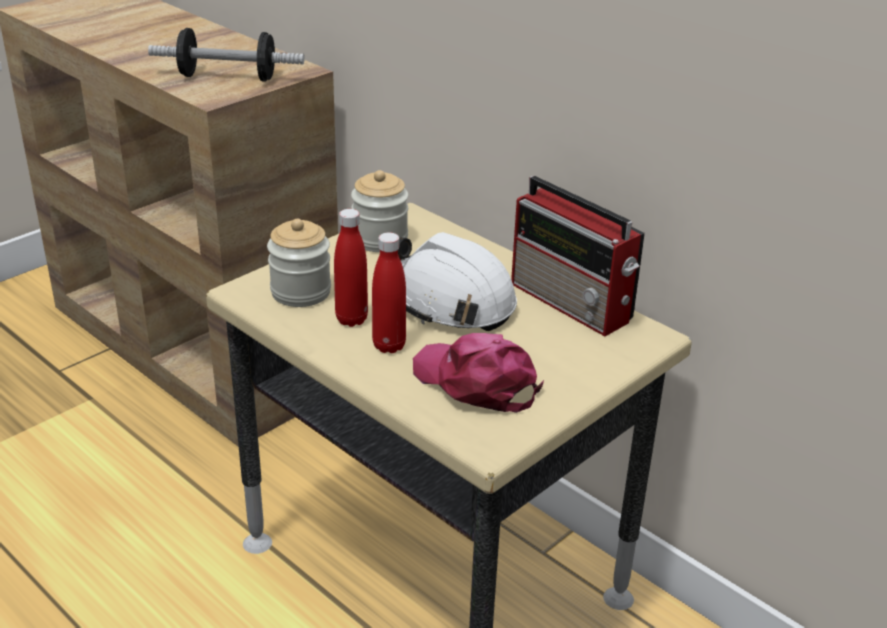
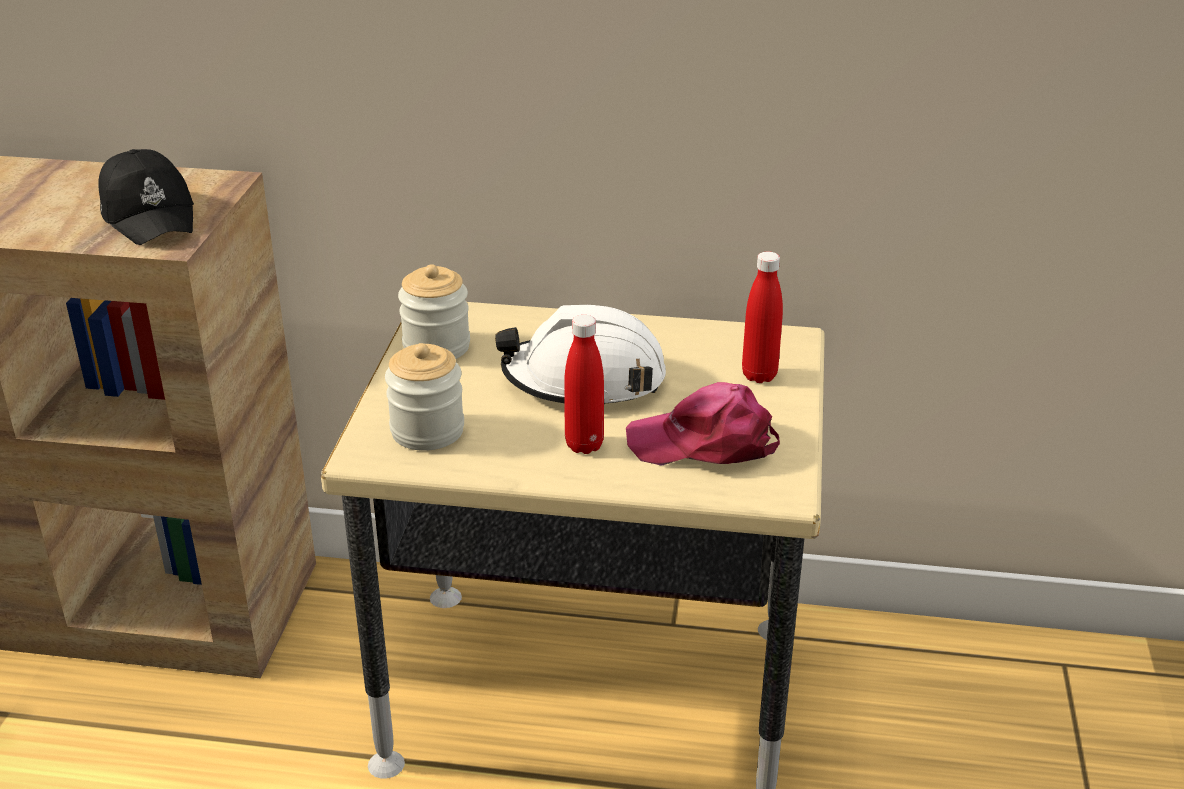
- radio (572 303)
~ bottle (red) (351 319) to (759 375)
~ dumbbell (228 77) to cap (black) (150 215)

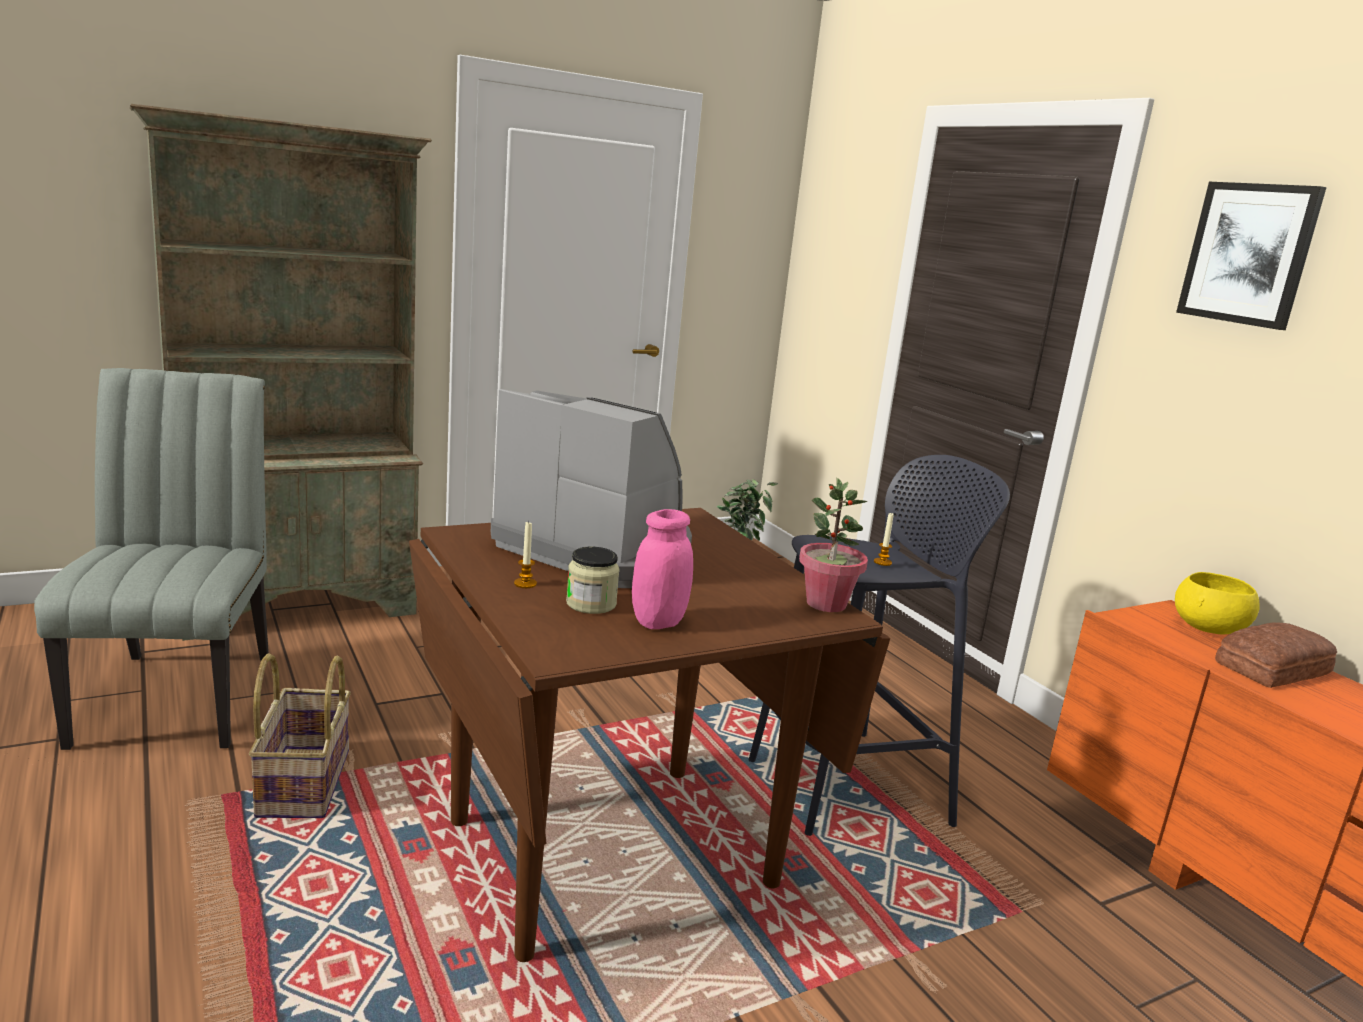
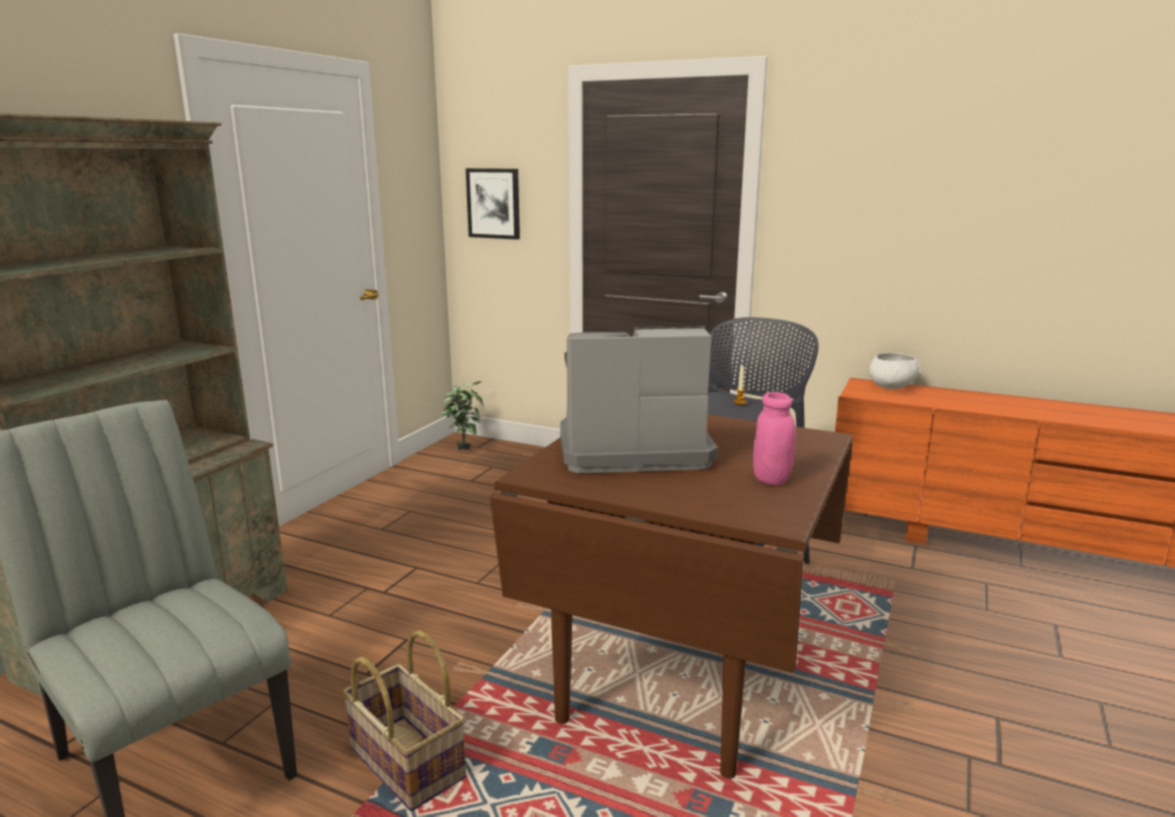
- candle (525 584)
- jar (591 604)
- potted plant (826 604)
- bread (1275 669)
~ picture (1249 254) to (494 203)
~ bowl (yellow) (1208 630) to bowl (white) (892 387)

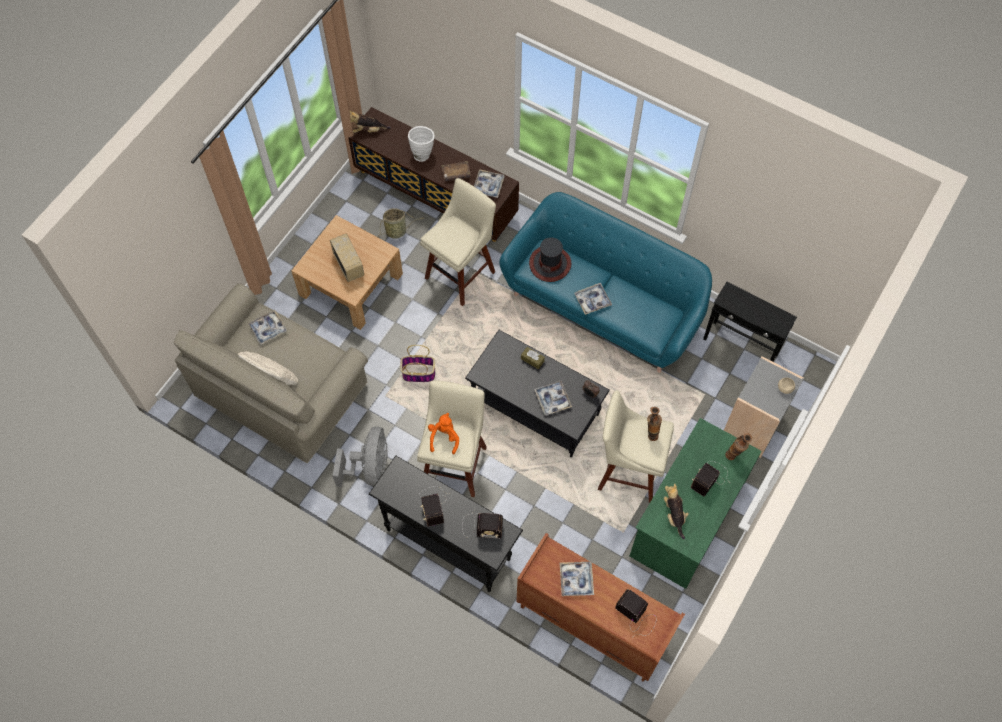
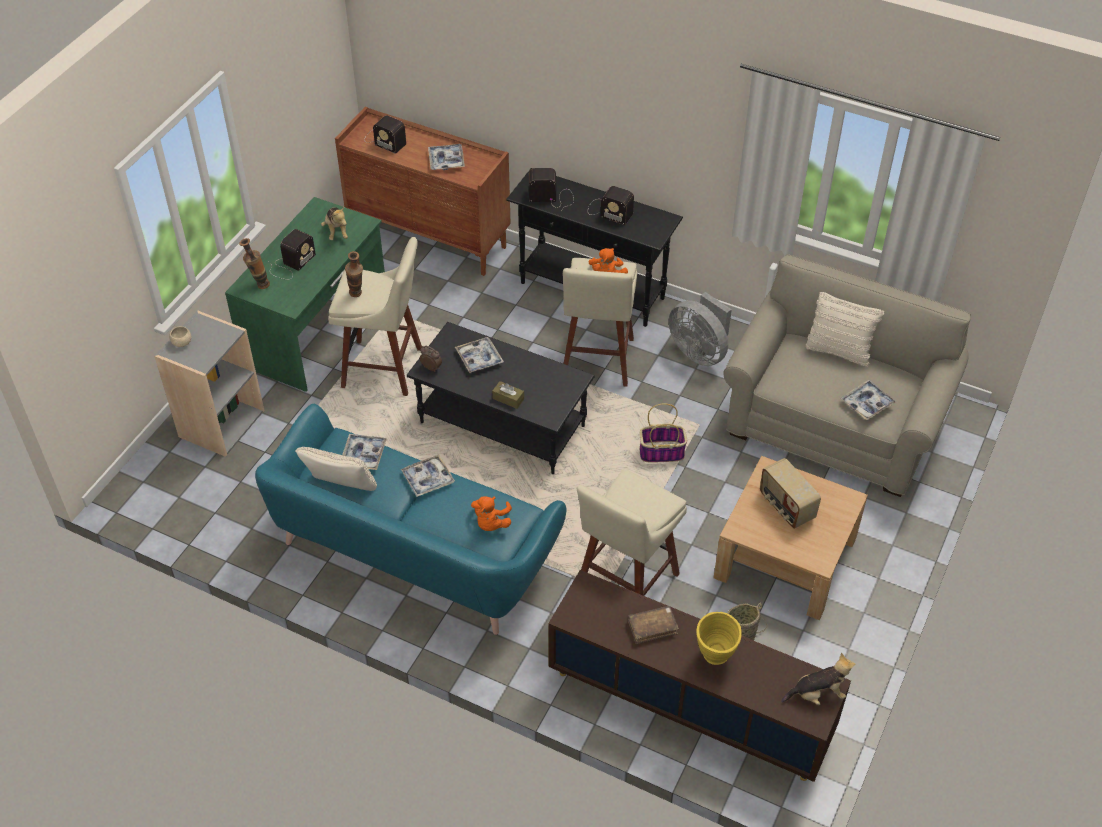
- side table (black) (740 347)
+ pillow (beige) (340 489)
~ tray (488 186) to (363 455)
~ hat (550 263) to plush toy (orange) (491 523)
~ vase (white) (422 153) to vase (yellow) (715 659)
~ fan (grey) (369 467) = (699 351) 45 degrees counterclockwise
~ radio (433 504) = (608 211) 135 degrees clockwise

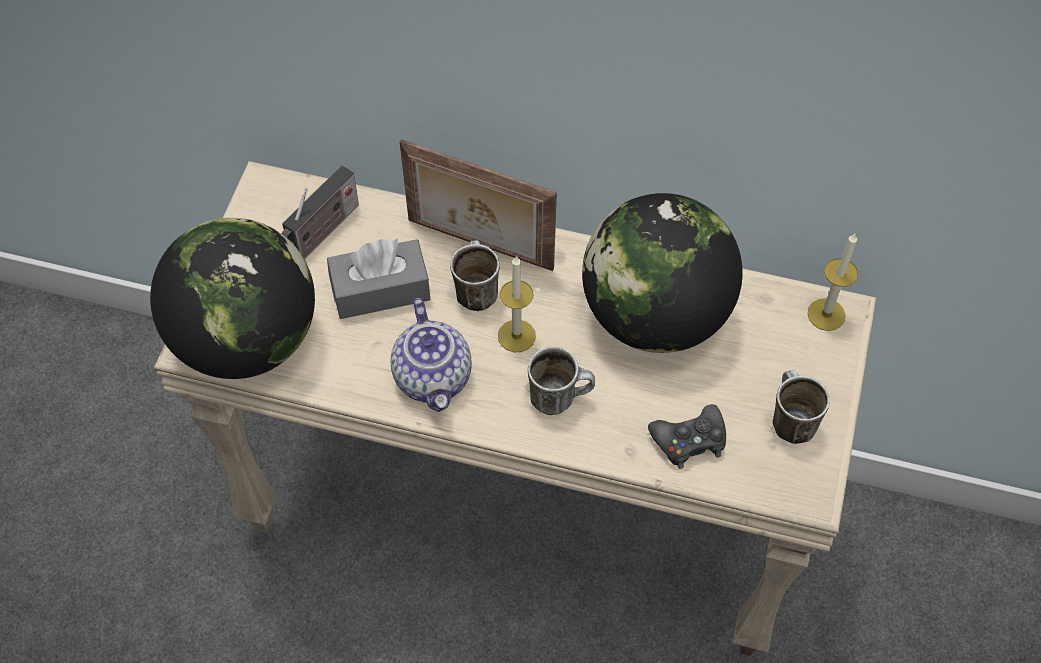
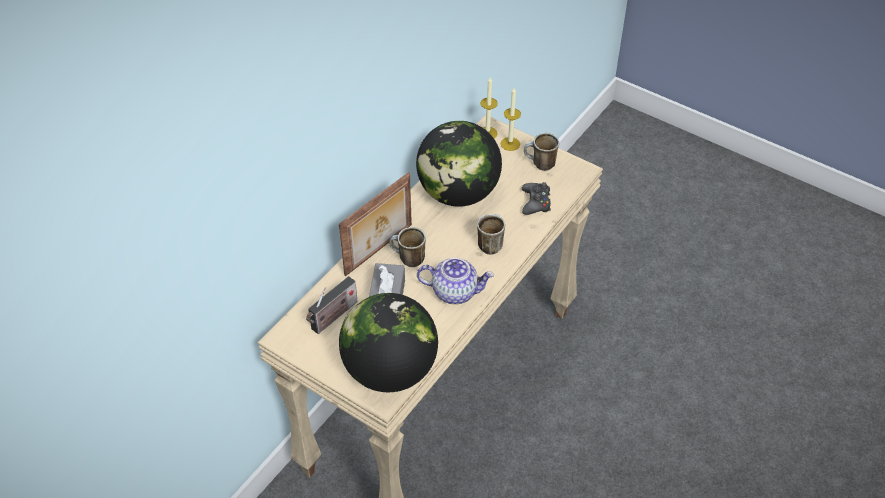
~ candle (516 336) to (510 144)
~ radio (322 233) = (333 317) 75 degrees clockwise

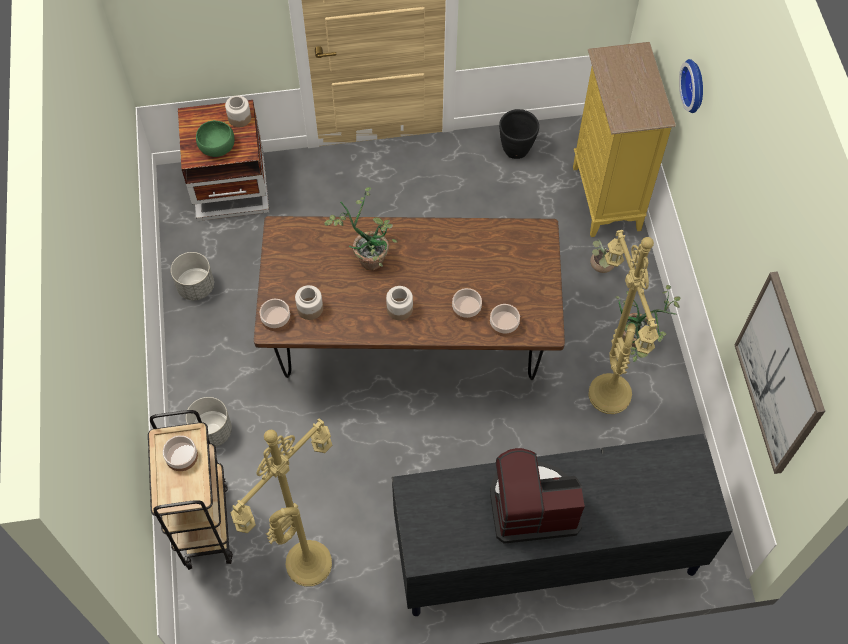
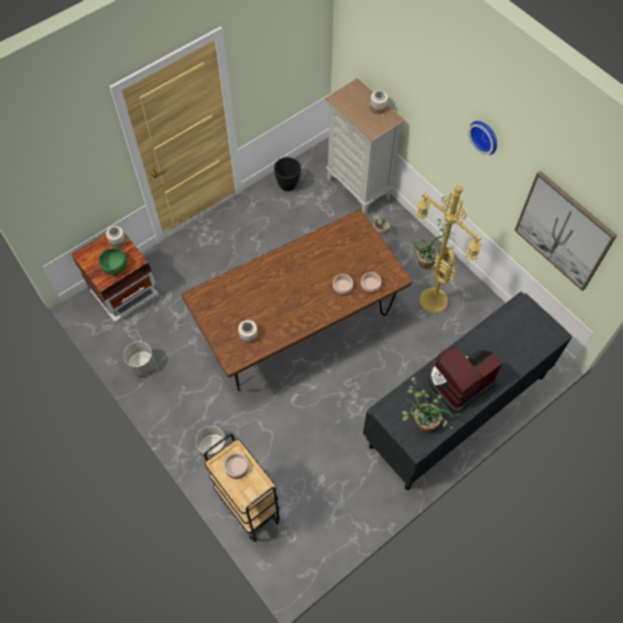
- floor lamp (yellow) (308 560)
- bowl (276 318)
~ potted plant (369 255) to (420 420)
~ jar (399 309) to (378 108)
~ wall clock (696 85) to (485 136)
~ dresser (yellow) (605 200) to dresser (white) (358 190)

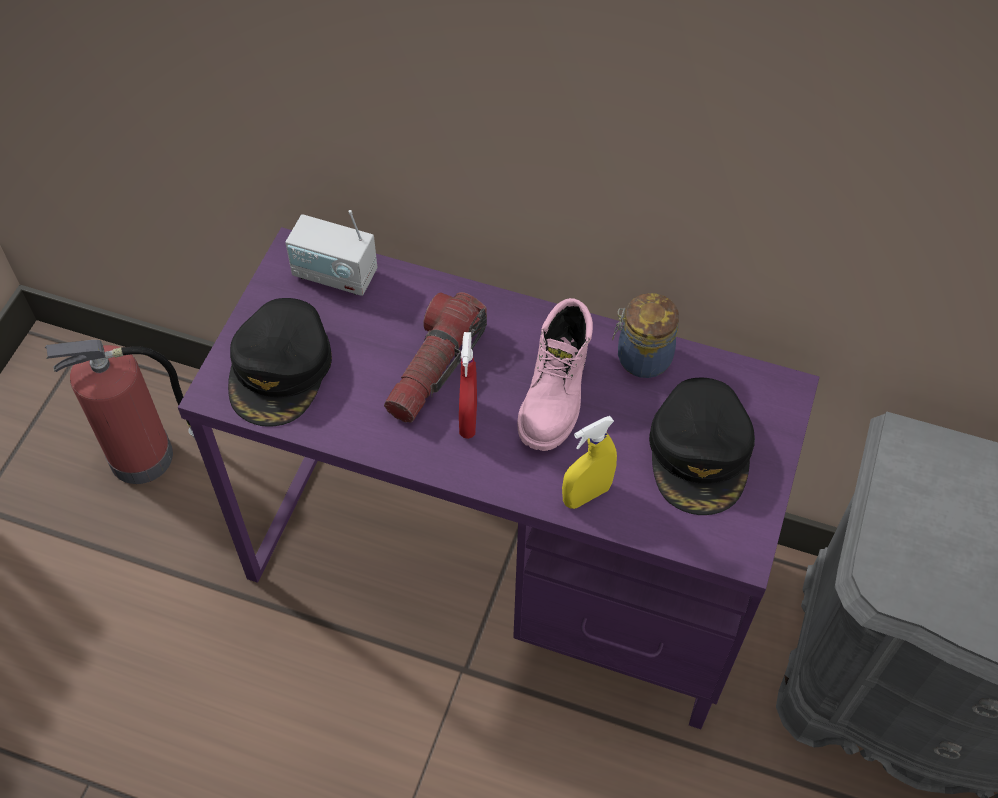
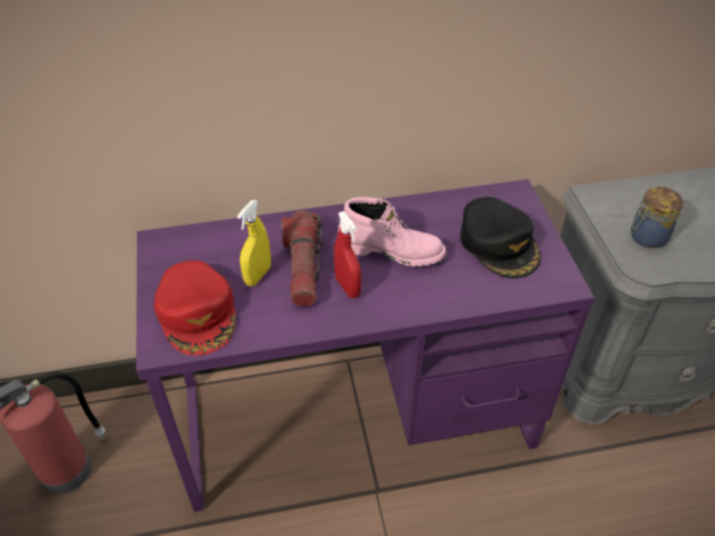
- radio (335 275)
~ spray bottle (yellow) (586 495) to (258 275)
~ jar (641 358) to (646 237)
~ cap (black) (281 370) to cap (red) (198 313)
~ boot (pink) (556 395) = (391 250) 60 degrees counterclockwise

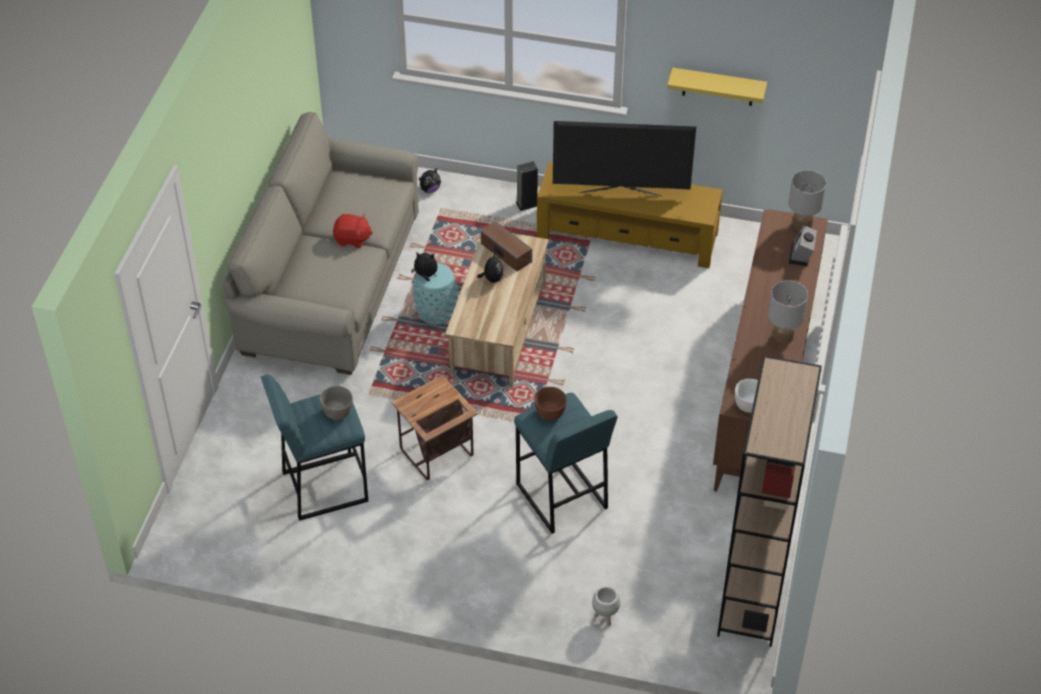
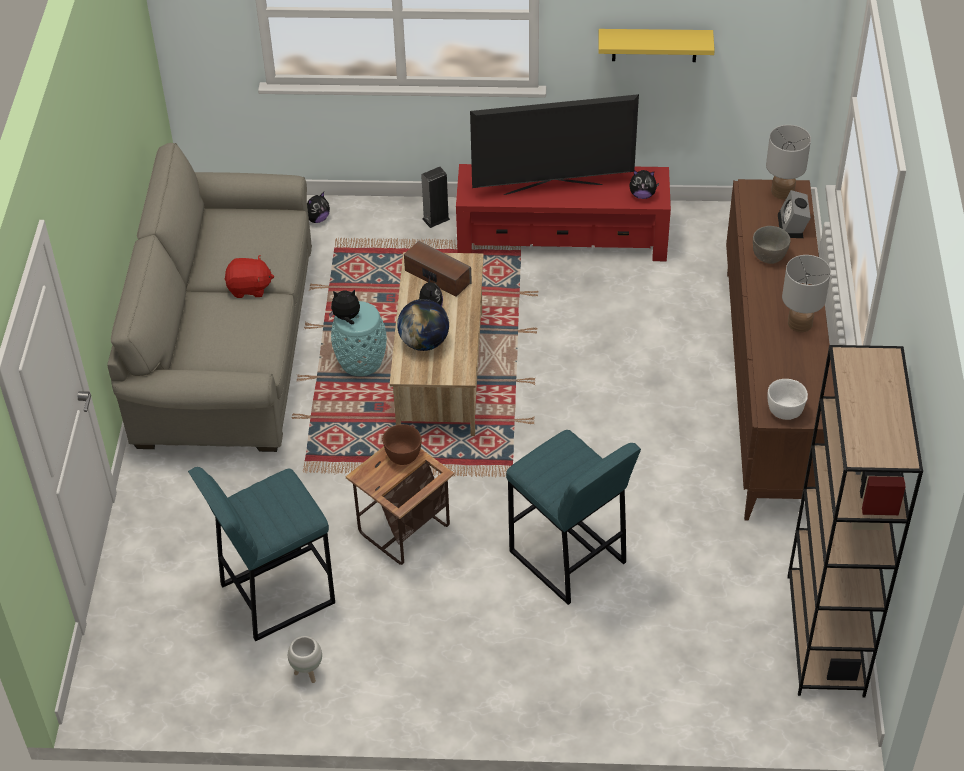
+ globe (424 342)
+ plush toy (642 195)
~ bowl (grey) (338 412) to (769 256)
~ bowl (brown) (550 413) to (403 456)
~ planter (white) (605 617) to (307 673)
~ tv stand (yellow) (628 235) to tv stand (red) (563 237)

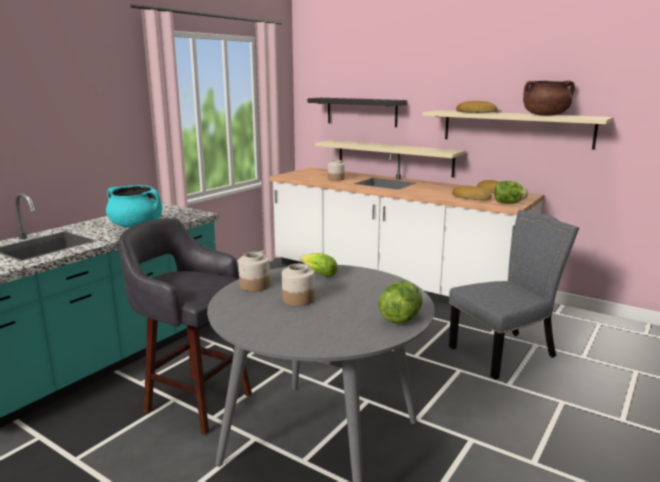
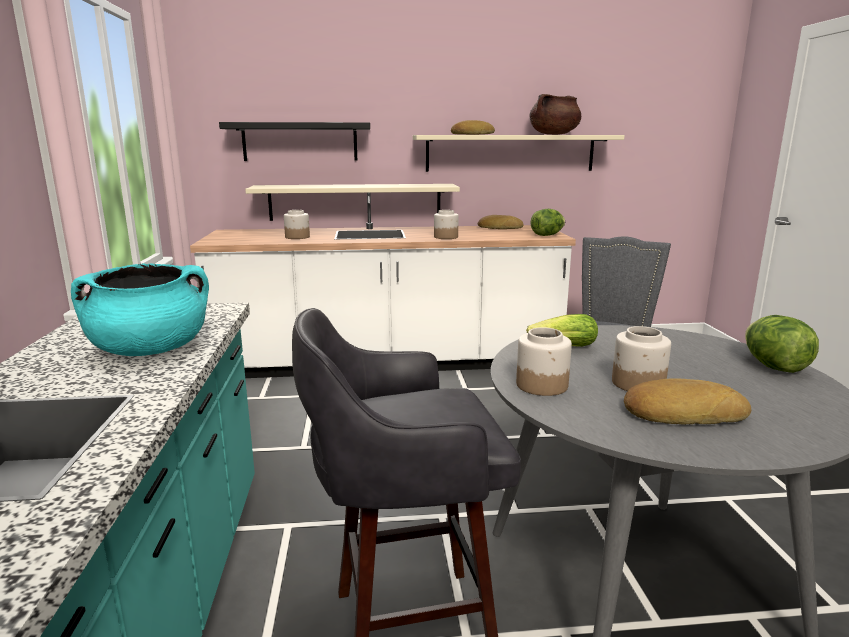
+ jar (445 237)
~ bread (471 197) to (682 412)

